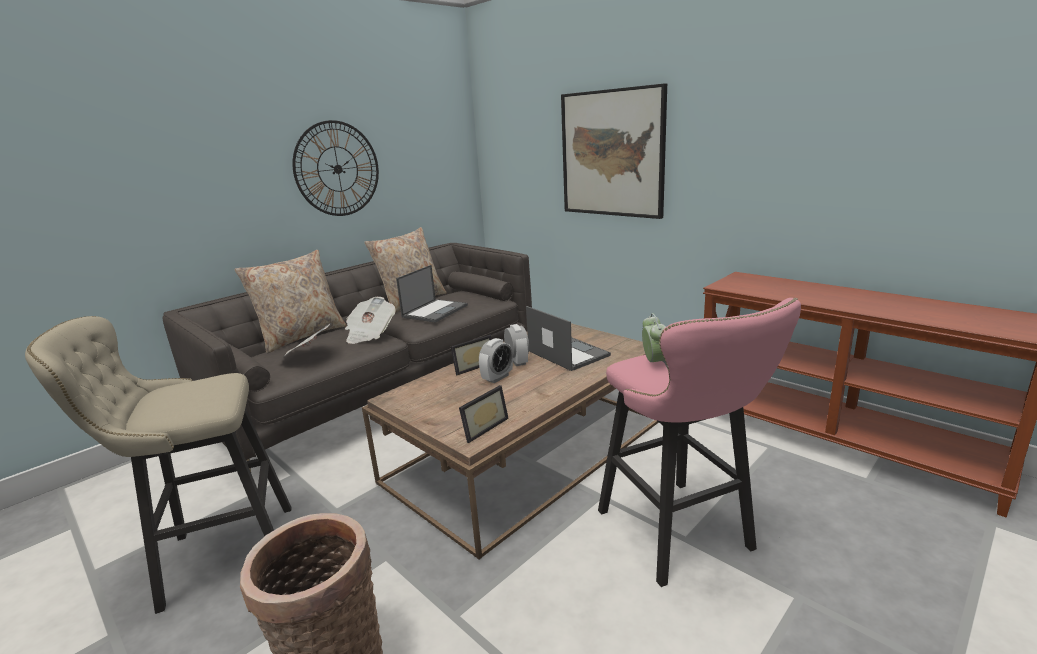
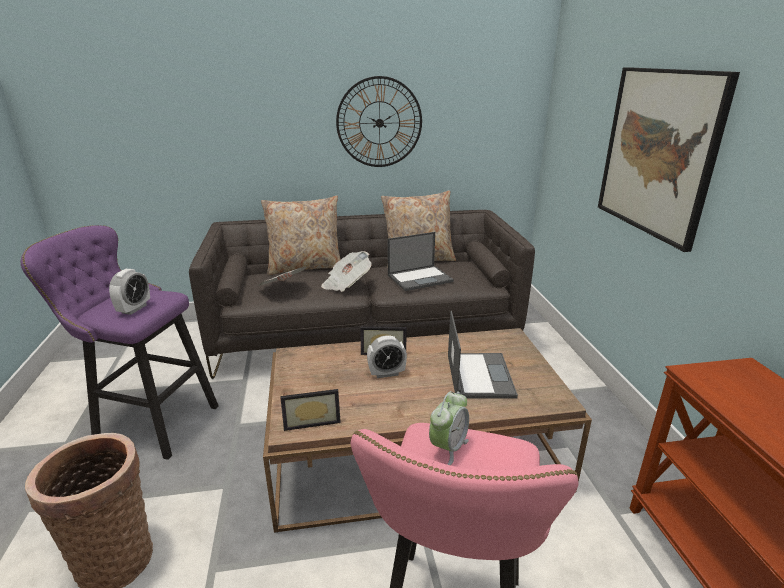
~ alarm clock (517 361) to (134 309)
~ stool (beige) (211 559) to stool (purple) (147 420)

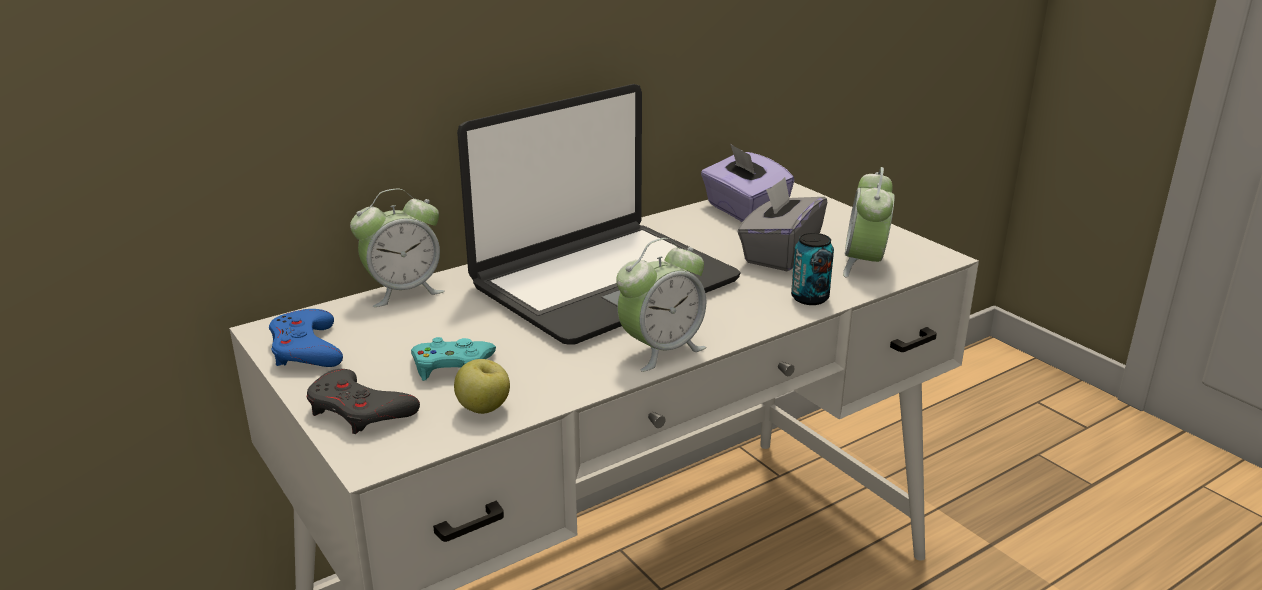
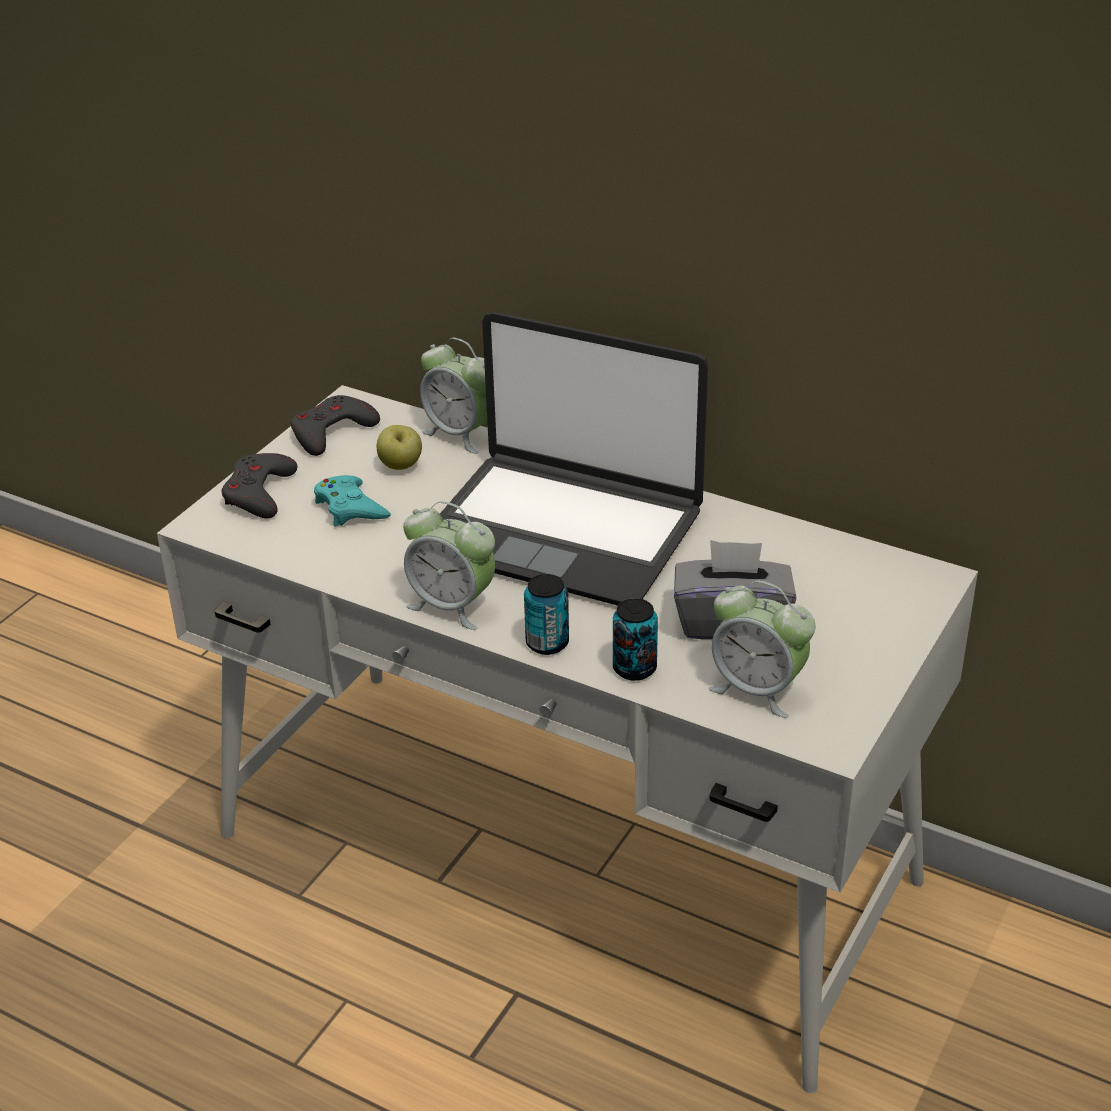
- tissue box (purple) (744 211)
+ can (547 643)
~ apple (484 409) to (400 466)
~ game controller (blue) (306 349) to game controller (grey) (332 432)
~ alarm clock (864 264) = (757 689) 135 degrees counterclockwise

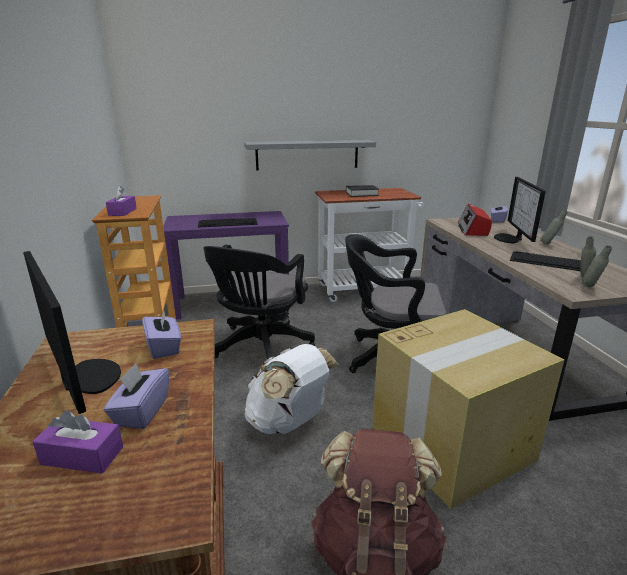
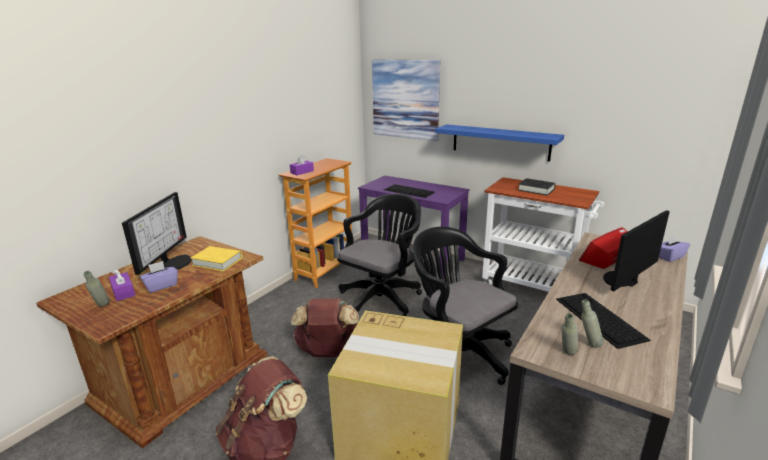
+ picture (405 99)
~ bottle (grey) (549 244) to (102 307)
~ tissue box (purple) (164 347) to book (yellow) (217 262)
~ shelf (grey) (307 155) to shelf (blue) (500 142)
~ backpack (white) (289 422) to backpack (brown) (329 353)
~ office chair (black) (260 348) = (382 298) 150 degrees clockwise

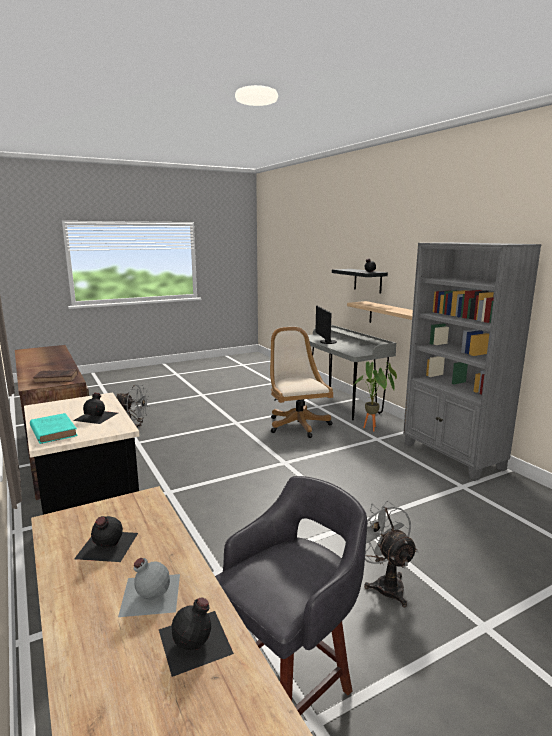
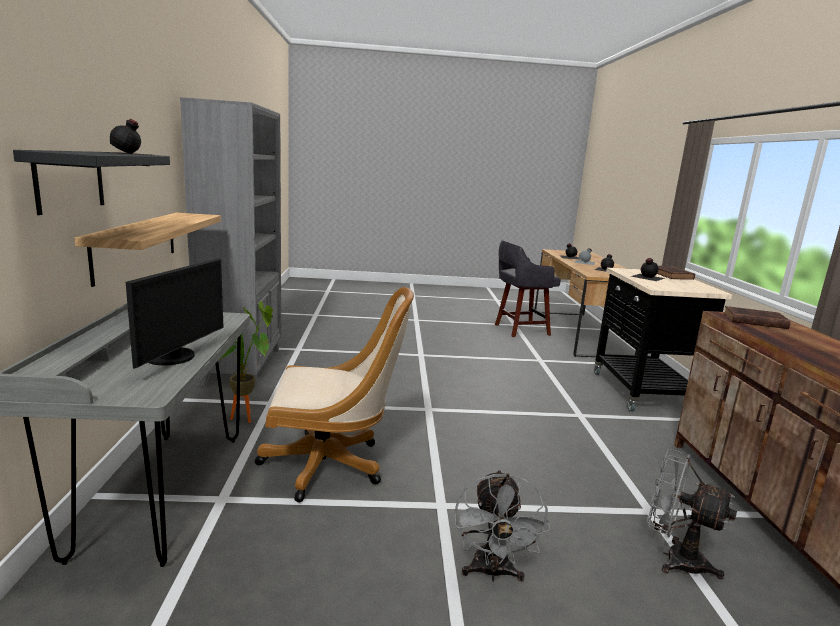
~ fan (grey) (385 584) to (492 573)
~ book (turquoise) (53 431) to book (brown) (672 275)
~ office chair (297 423) = (332 464) 105 degrees counterclockwise

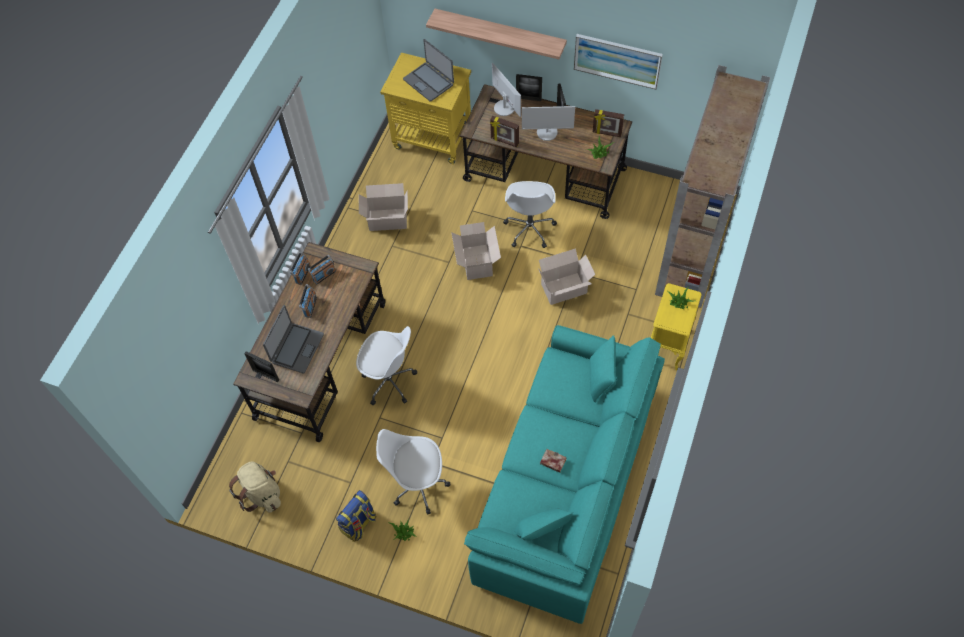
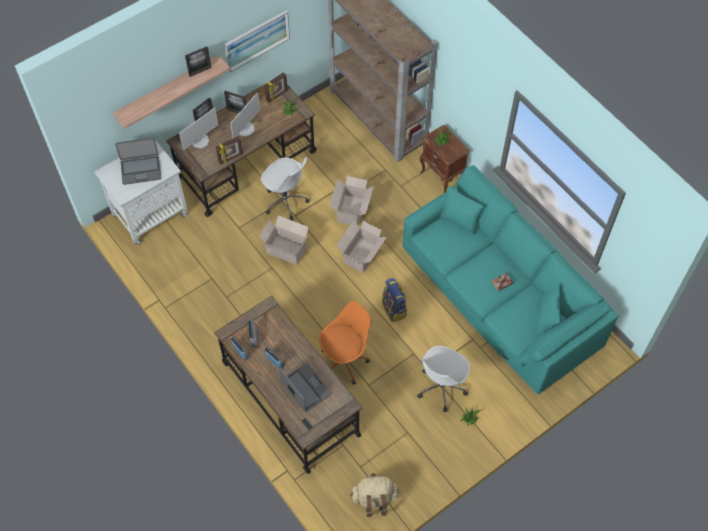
~ picture frame (266 375) to (200 71)
~ backpack (359 524) to (394 309)
~ cardboard box (386 219) to (360 256)
~ office chair (white) (391 382) to office chair (orange) (345 362)
~ cart (yellow) (433 140) to cart (white) (151 216)
~ nightstand (yellow) (668 346) to nightstand (brown) (442 179)
~ monitor (504 108) = (200 141) 135 degrees clockwise

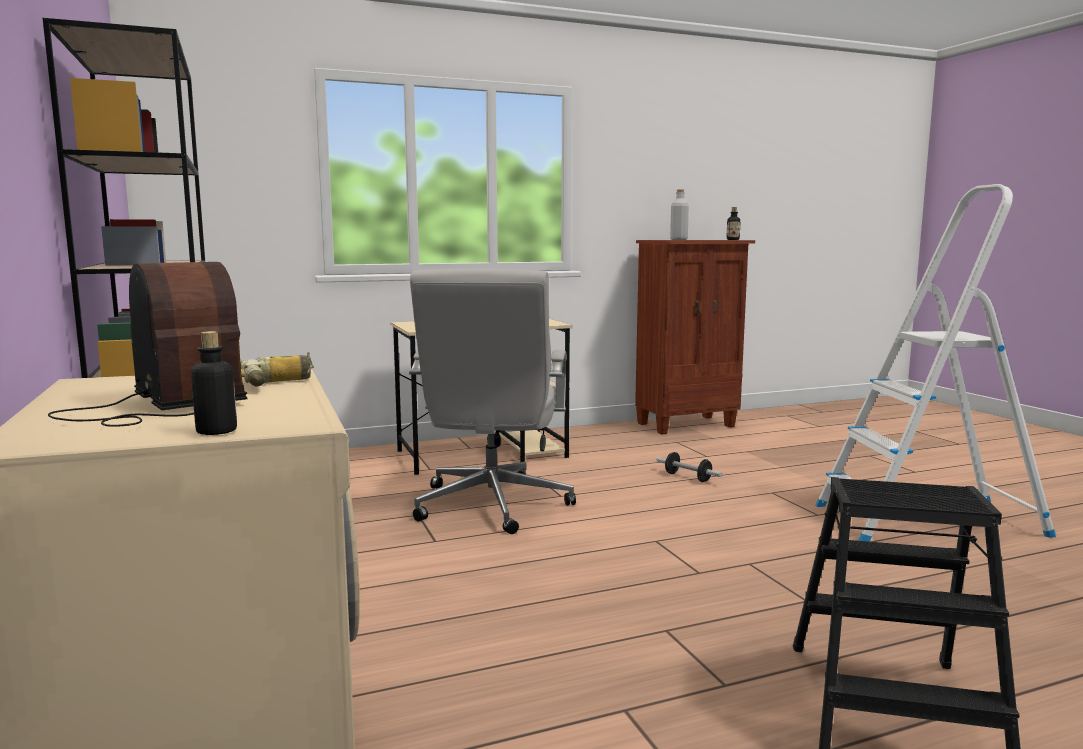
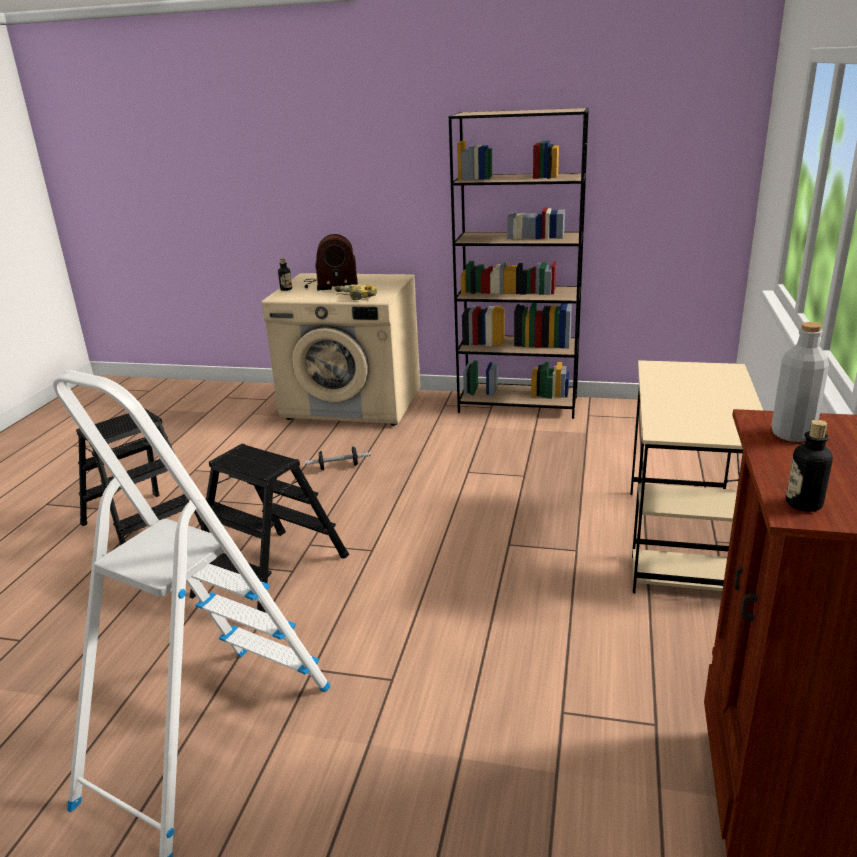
- office chair (grey) (492 503)
+ step ladder (black) (272 575)
~ dumbbell (688 477) to (339 467)

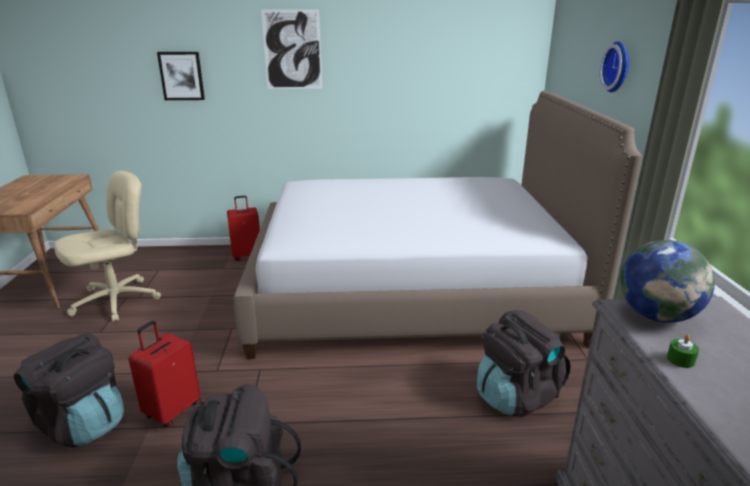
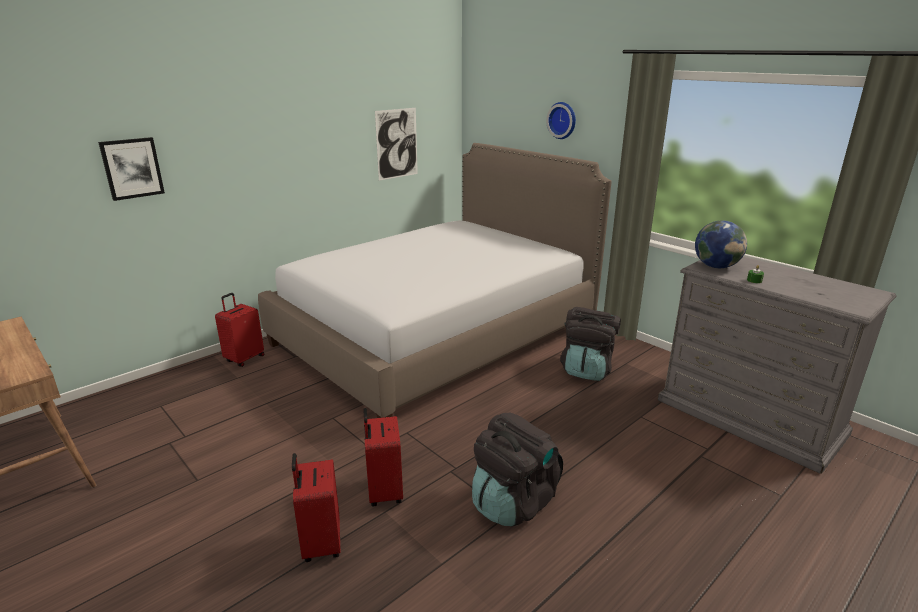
- office chair (beige) (116 300)
~ picture (292 50) to (397 143)
~ backpack (black) (82 424) to suitcase (red) (320 543)

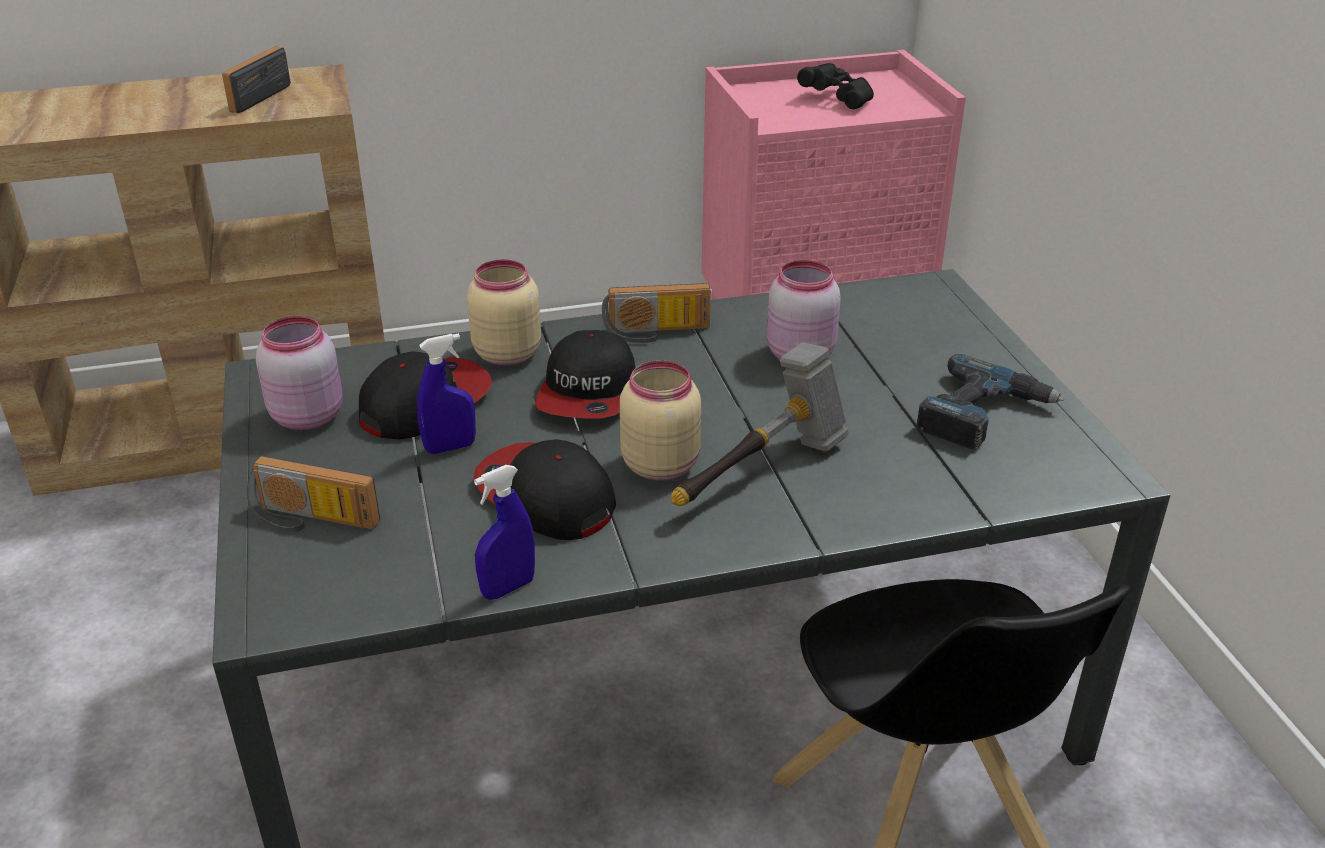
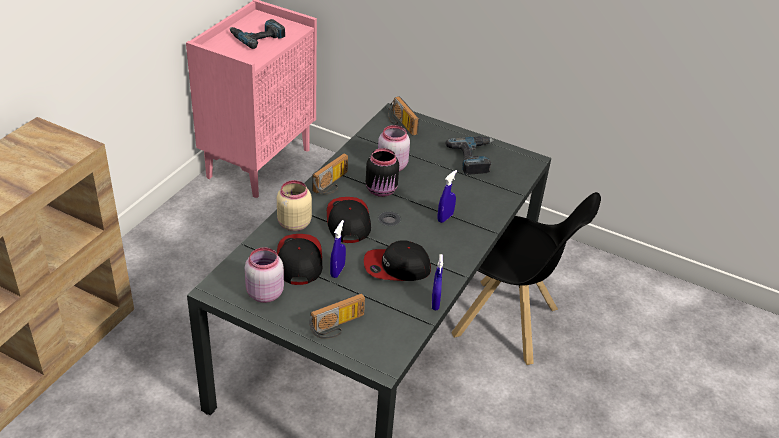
- jar (beige) (660 464)
+ jar (black) (382 190)
~ radio (255 96) to (400 124)
~ hammer (760 473) to spray bottle (blue) (445 218)
~ binoculars (black) (838 99) to power drill (257 37)
~ cap (588 392) = (348 221) 150 degrees counterclockwise

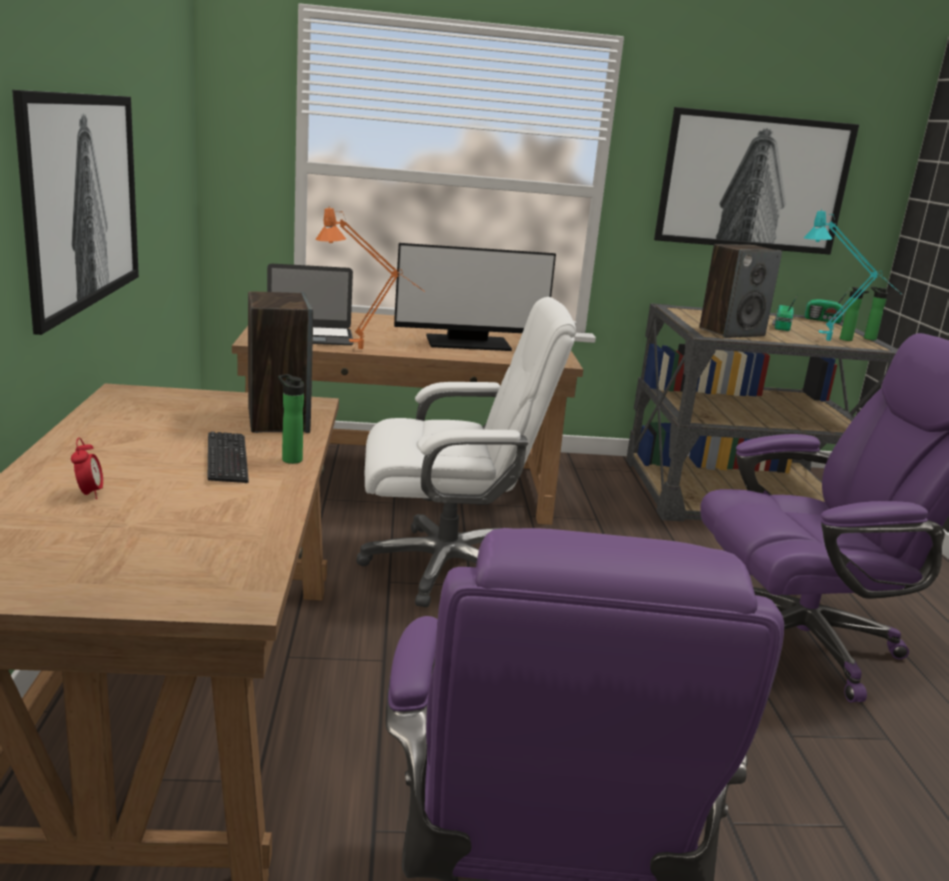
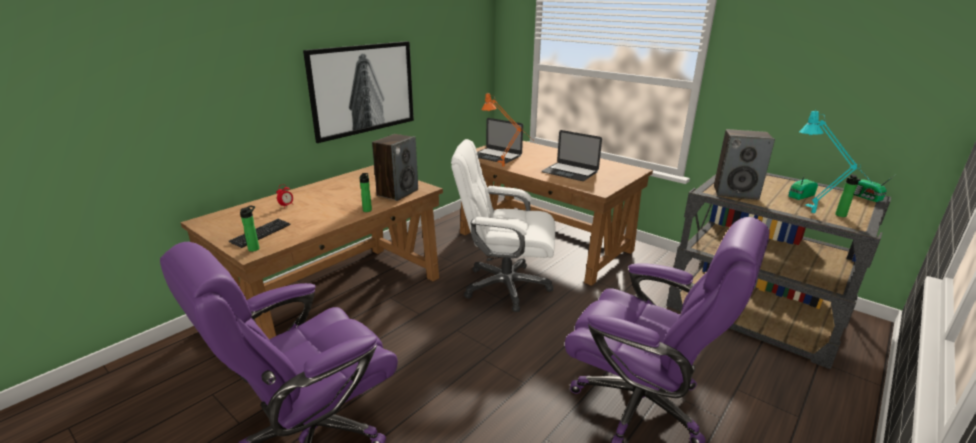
- picture (754 182)
~ keyboard (227 459) to (261 234)
~ bottle (868 338) to (255 248)
~ monitor (468 343) to laptop (570 172)
~ office chair (white) (447 566) = (505 286) 150 degrees clockwise

